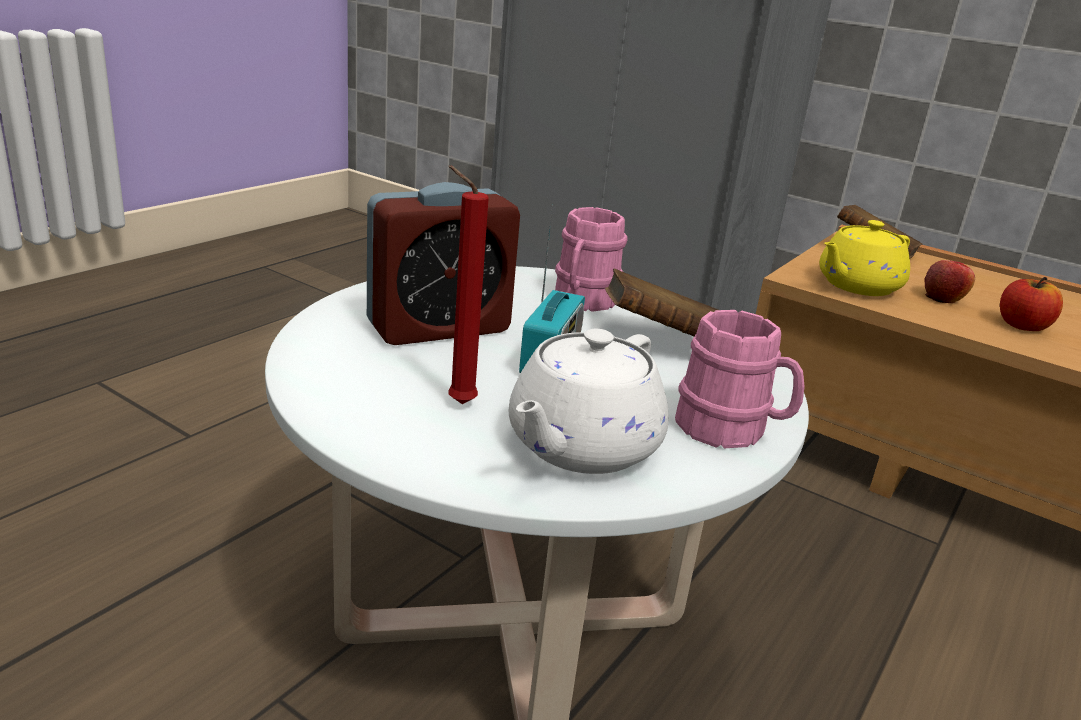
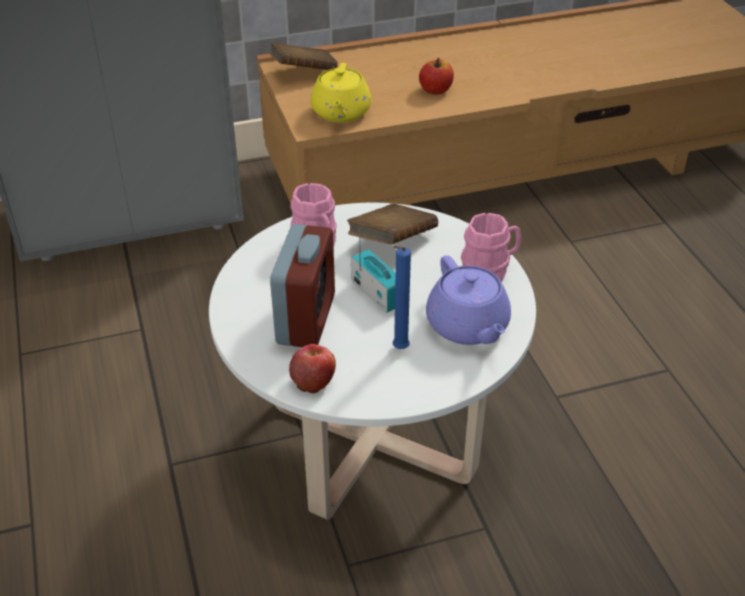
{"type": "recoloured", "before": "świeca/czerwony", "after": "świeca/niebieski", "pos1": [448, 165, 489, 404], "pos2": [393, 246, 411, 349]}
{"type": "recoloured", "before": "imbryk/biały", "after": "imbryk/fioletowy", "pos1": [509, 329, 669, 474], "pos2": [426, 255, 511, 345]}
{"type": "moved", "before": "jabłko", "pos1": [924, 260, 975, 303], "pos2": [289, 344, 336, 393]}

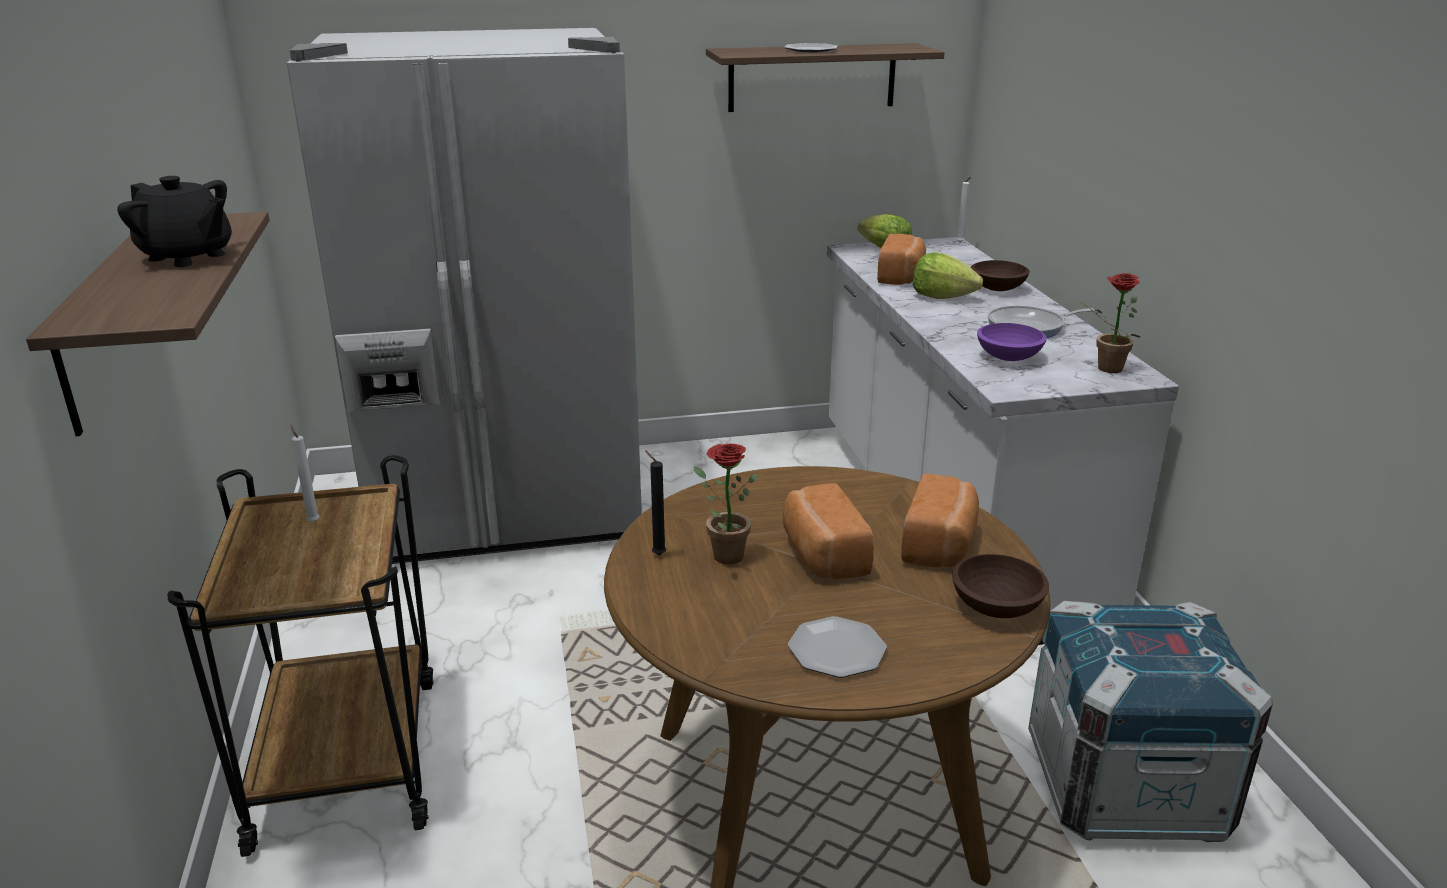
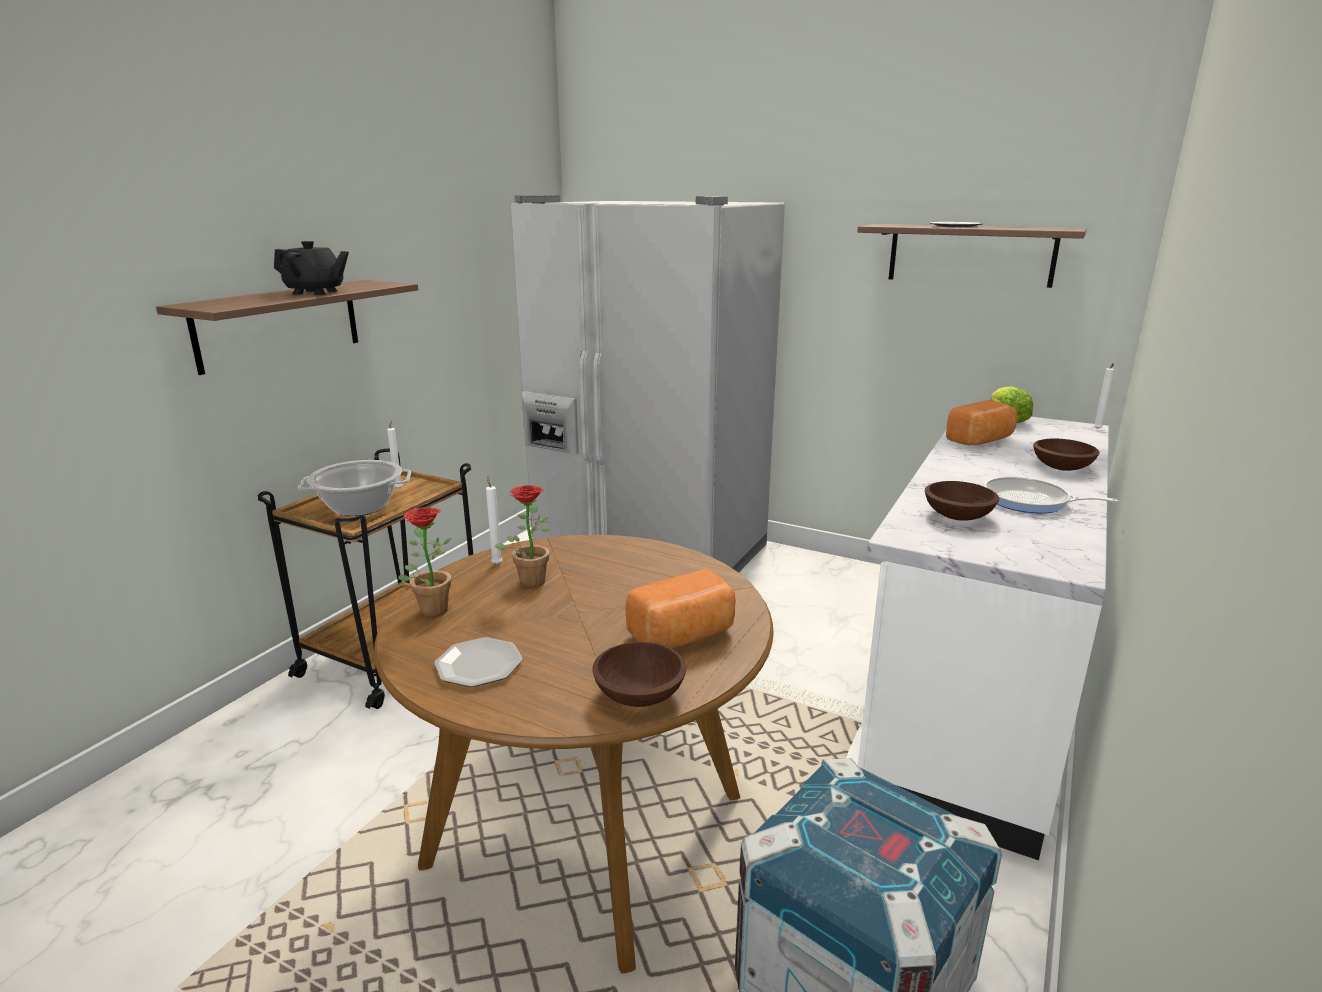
{"type": "turned", "before": "imbryk/czarny", "pos1": [118, 176, 232, 267], "pos2": [274, 241, 349, 295], "turn": -60}
{"type": "recoloured", "before": "świeca/czarny", "after": "świeca/biały", "pos1": [645, 450, 666, 555], "pos2": [486, 476, 503, 564]}
{"type": "removed", "before": "chleb", "pos1": [783, 483, 874, 579]}
{"type": "removed", "before": "sałata", "pos1": [913, 252, 983, 299]}
{"type": "recoloured", "before": "miska/fioletowy", "after": "miska/brązowy", "pos1": [977, 323, 1047, 361], "pos2": [925, 481, 999, 521]}
{"type": "moved", "before": "roślina doniczkowa", "pos1": [1079, 273, 1140, 373], "pos2": [398, 507, 451, 617]}
{"type": "added", "after": "garnek", "pos2": [298, 460, 411, 516]}

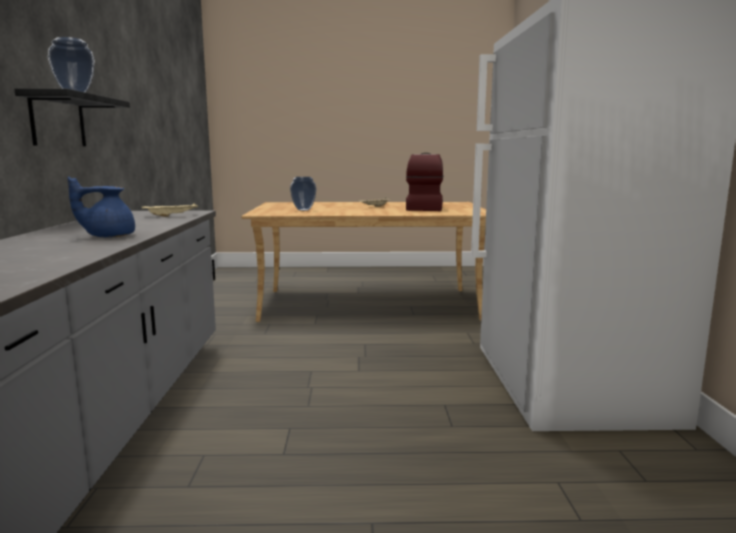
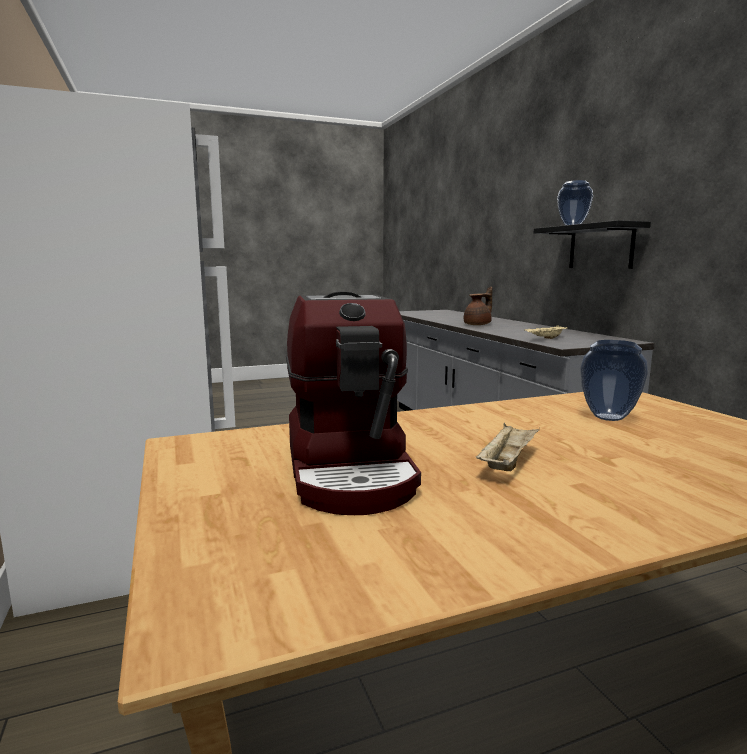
{"type": "recoloured", "before": "imbryk/niebieski", "after": "imbryk/brązowy", "pos1": [68, 176, 135, 238], "pos2": [464, 287, 492, 325]}

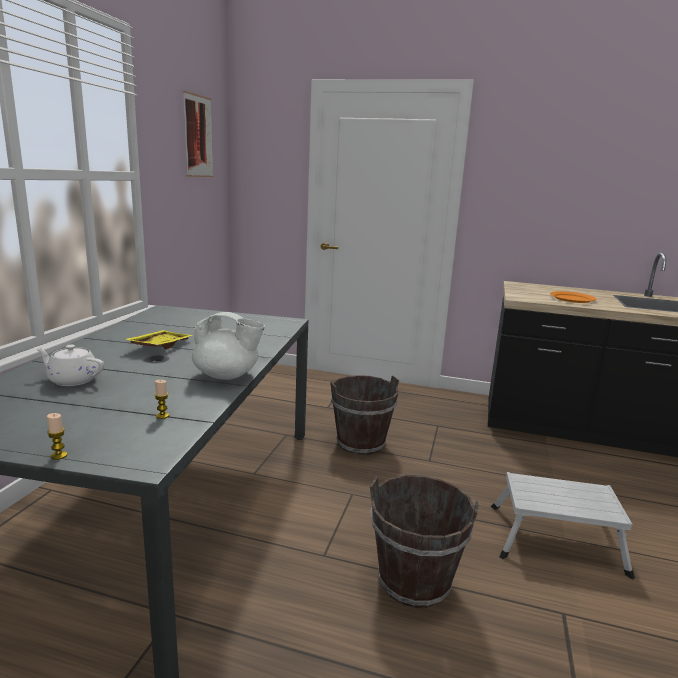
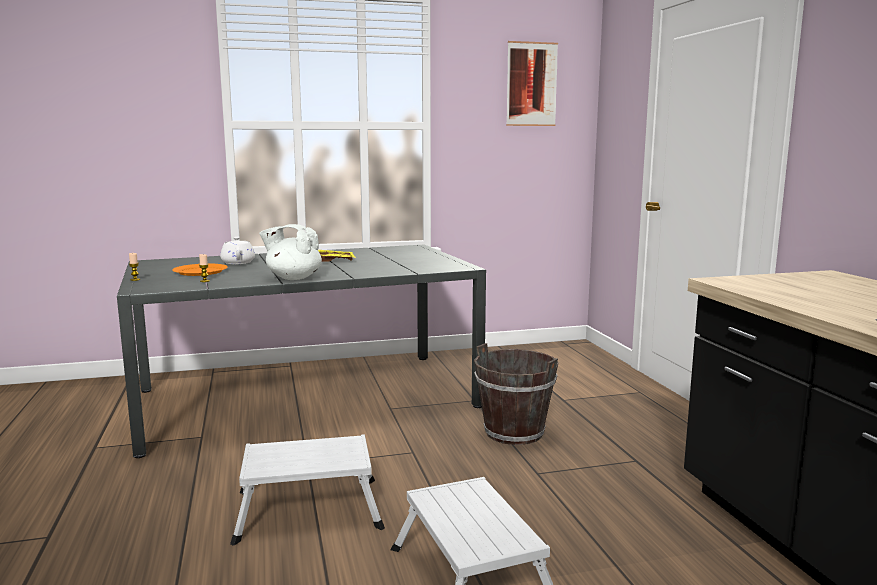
{"type": "turned", "before": "imbryk/biały", "pos1": [192, 312, 265, 380], "pos2": [259, 224, 322, 280], "turn": 120}
{"type": "replaced", "before": "wiadro/brązowy", "after": "drabinka/biały", "pos1": [370, 475, 480, 608], "pos2": [230, 434, 385, 546]}
{"type": "moved", "before": "talerz/pomarańczowy", "pos1": [550, 291, 597, 303], "pos2": [172, 264, 228, 276]}

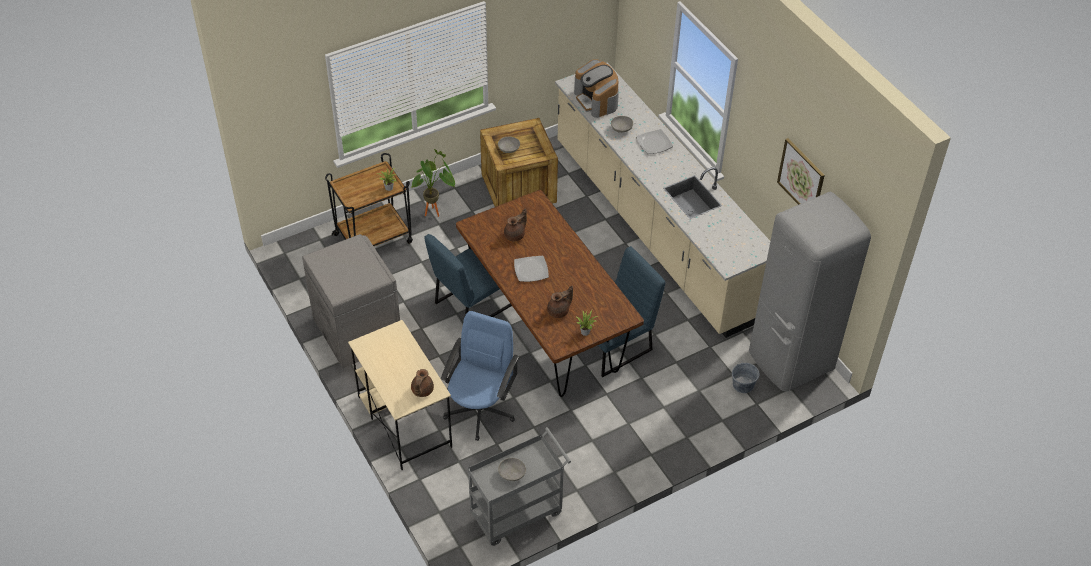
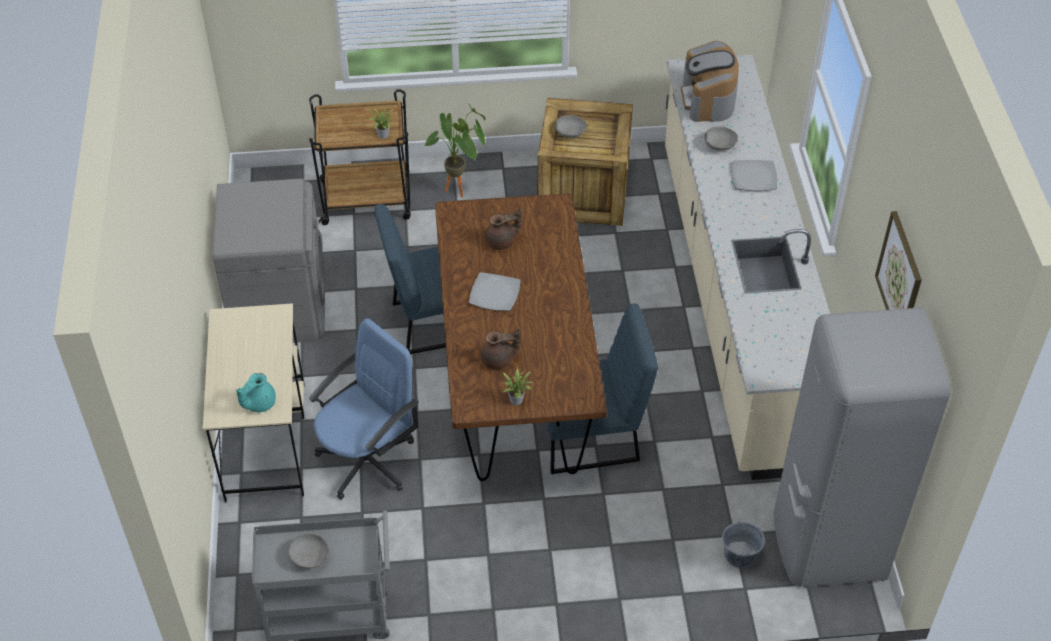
{"type": "recoloured", "before": "imbryk/brązowy", "after": "imbryk/turkusowy", "pos1": [411, 369, 434, 397], "pos2": [236, 373, 276, 412]}

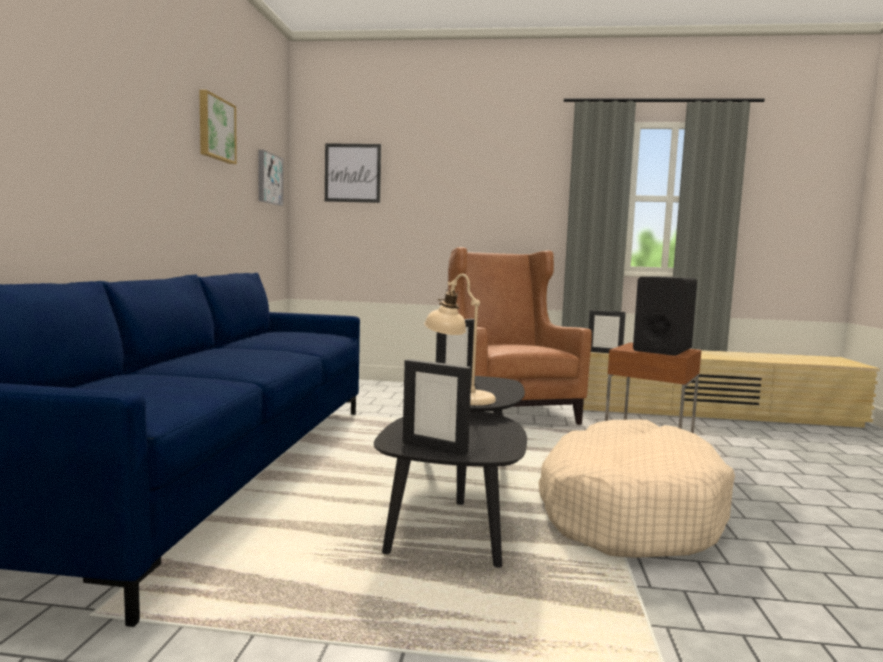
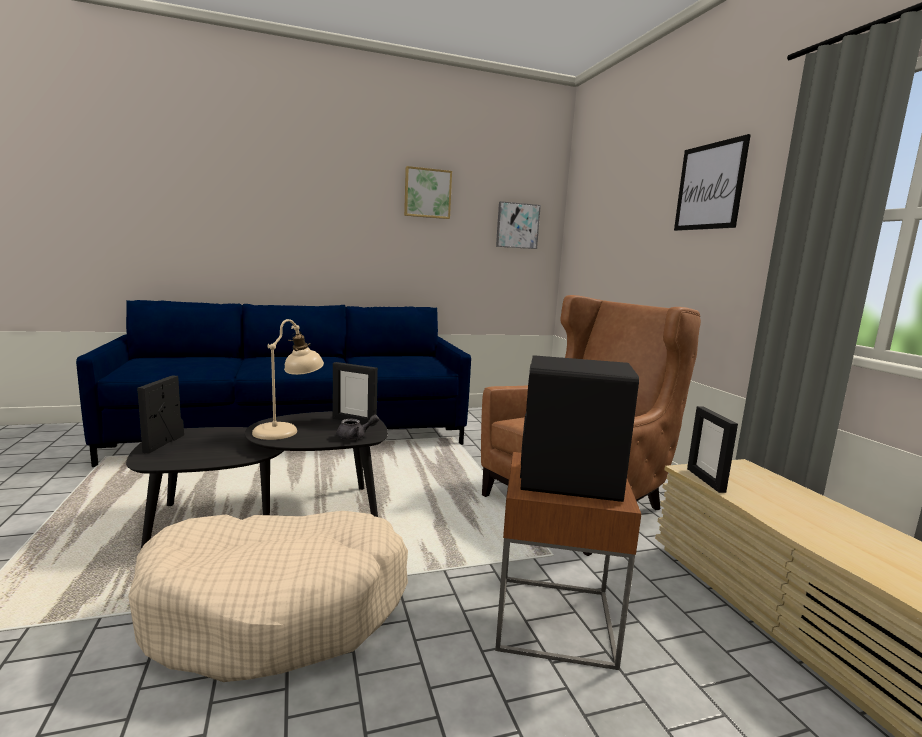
{"type": "moved", "before": "obraz", "pos1": [325, 143, 381, 203], "pos2": [674, 134, 751, 231]}
{"type": "added", "after": "imbryk/szary", "pos2": [336, 415, 379, 440]}

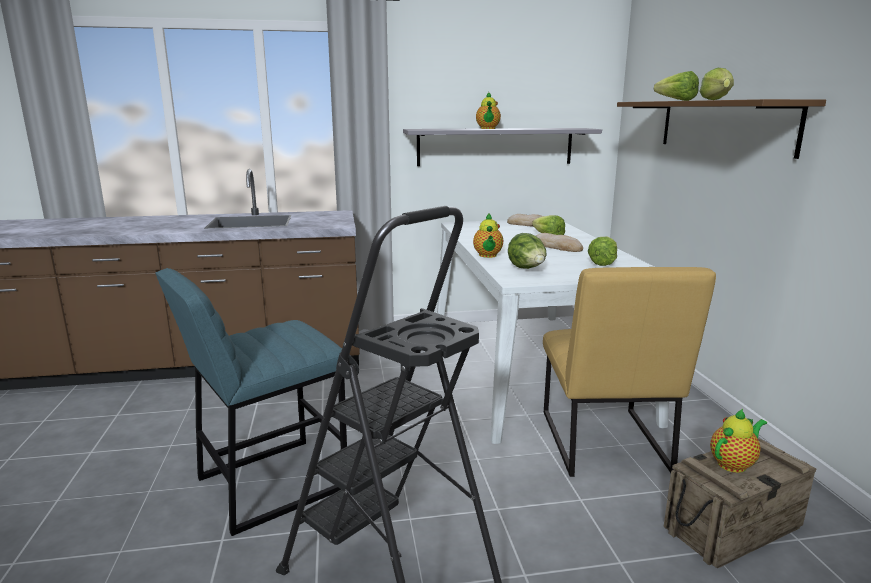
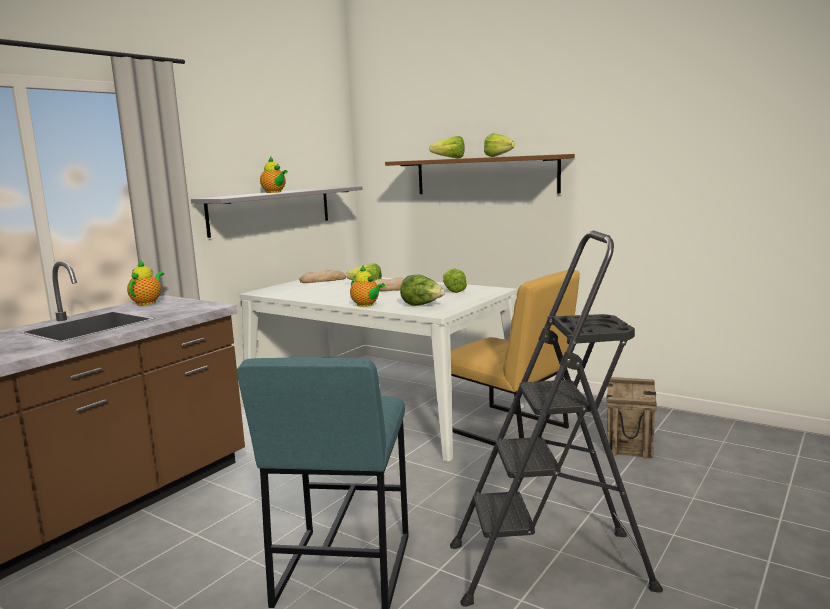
{"type": "moved", "before": "imbryk", "pos1": [710, 409, 767, 473], "pos2": [127, 260, 164, 305]}

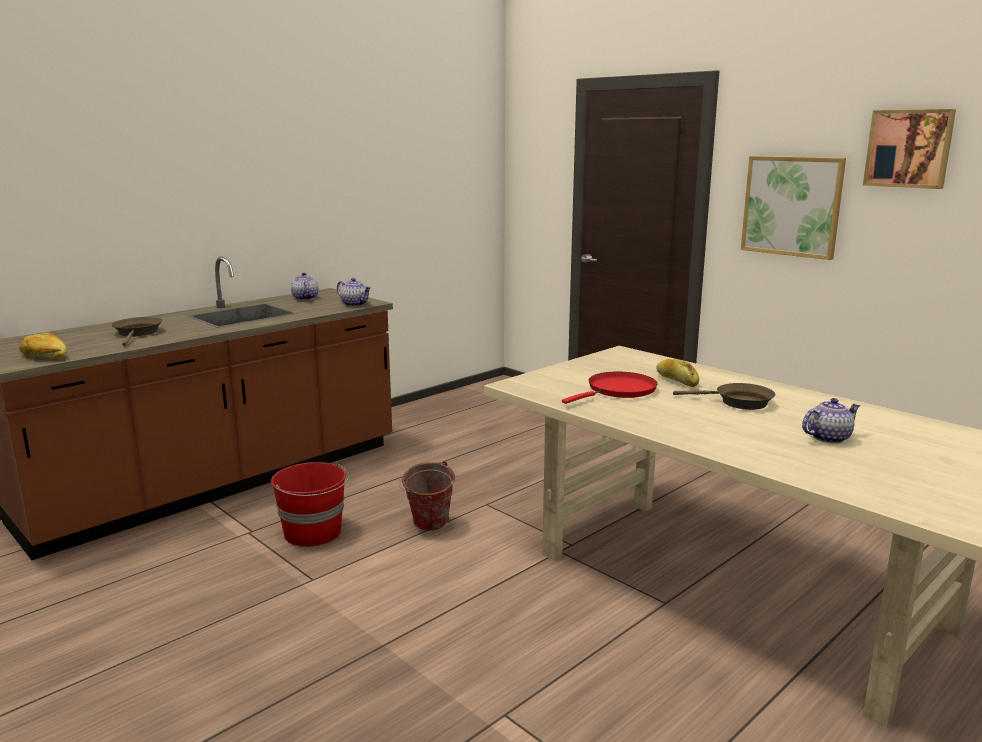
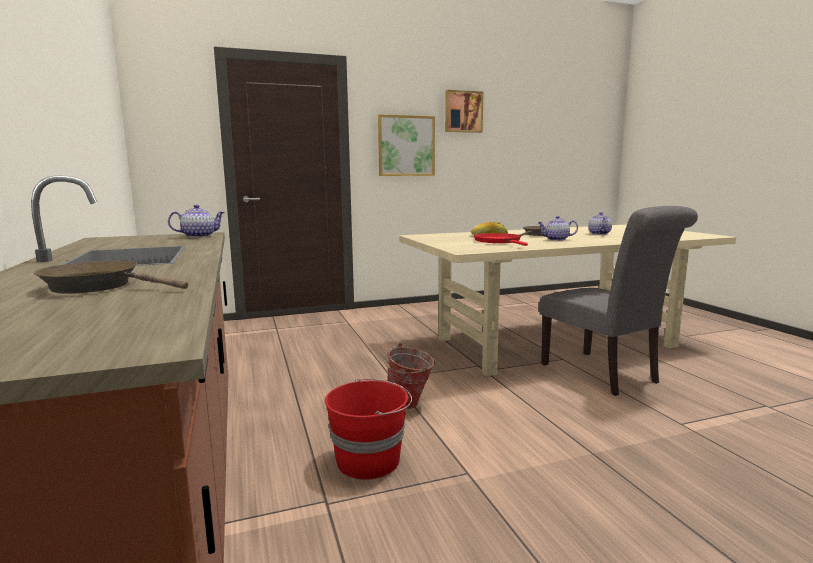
{"type": "removed", "before": "chleb", "pos1": [19, 332, 67, 359]}
{"type": "moved", "before": "imbryk", "pos1": [291, 273, 318, 300], "pos2": [537, 216, 578, 241]}
{"type": "added", "after": "krzesło/szary", "pos2": [539, 206, 698, 396]}

